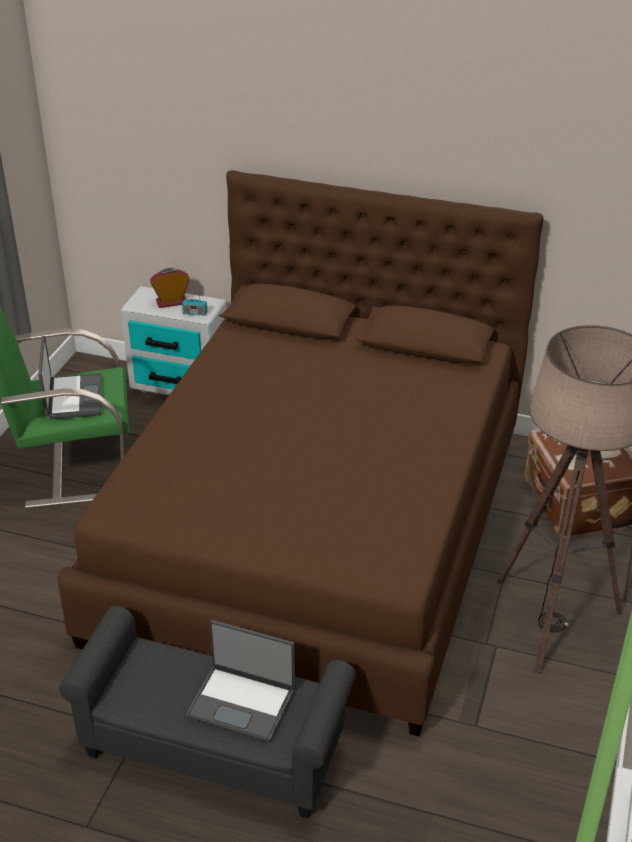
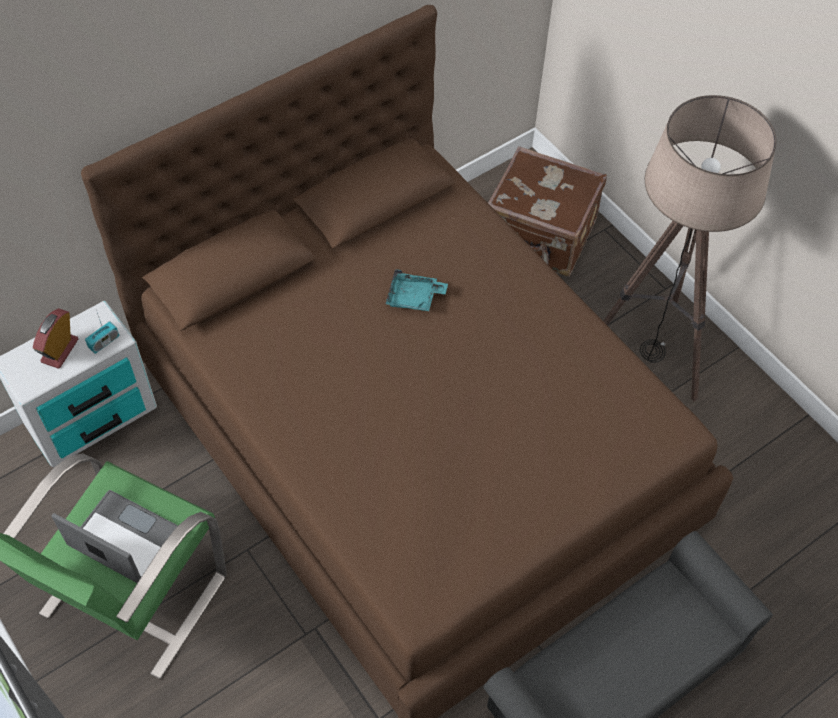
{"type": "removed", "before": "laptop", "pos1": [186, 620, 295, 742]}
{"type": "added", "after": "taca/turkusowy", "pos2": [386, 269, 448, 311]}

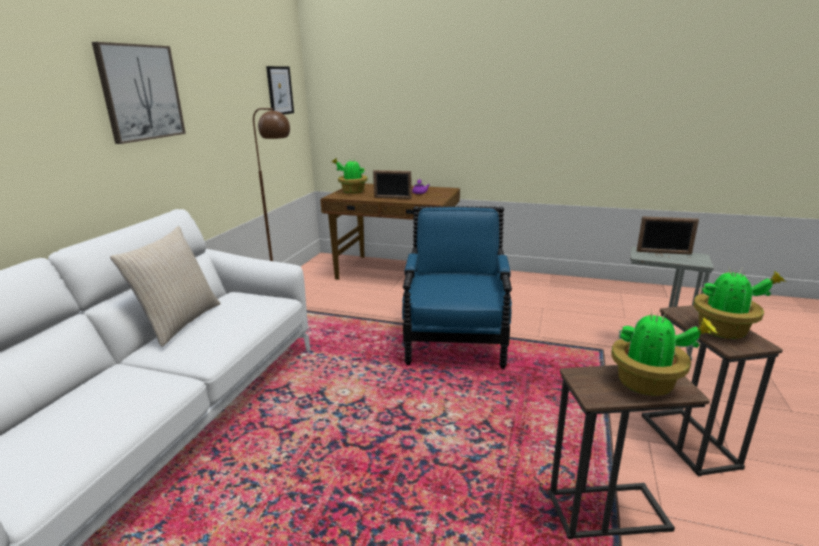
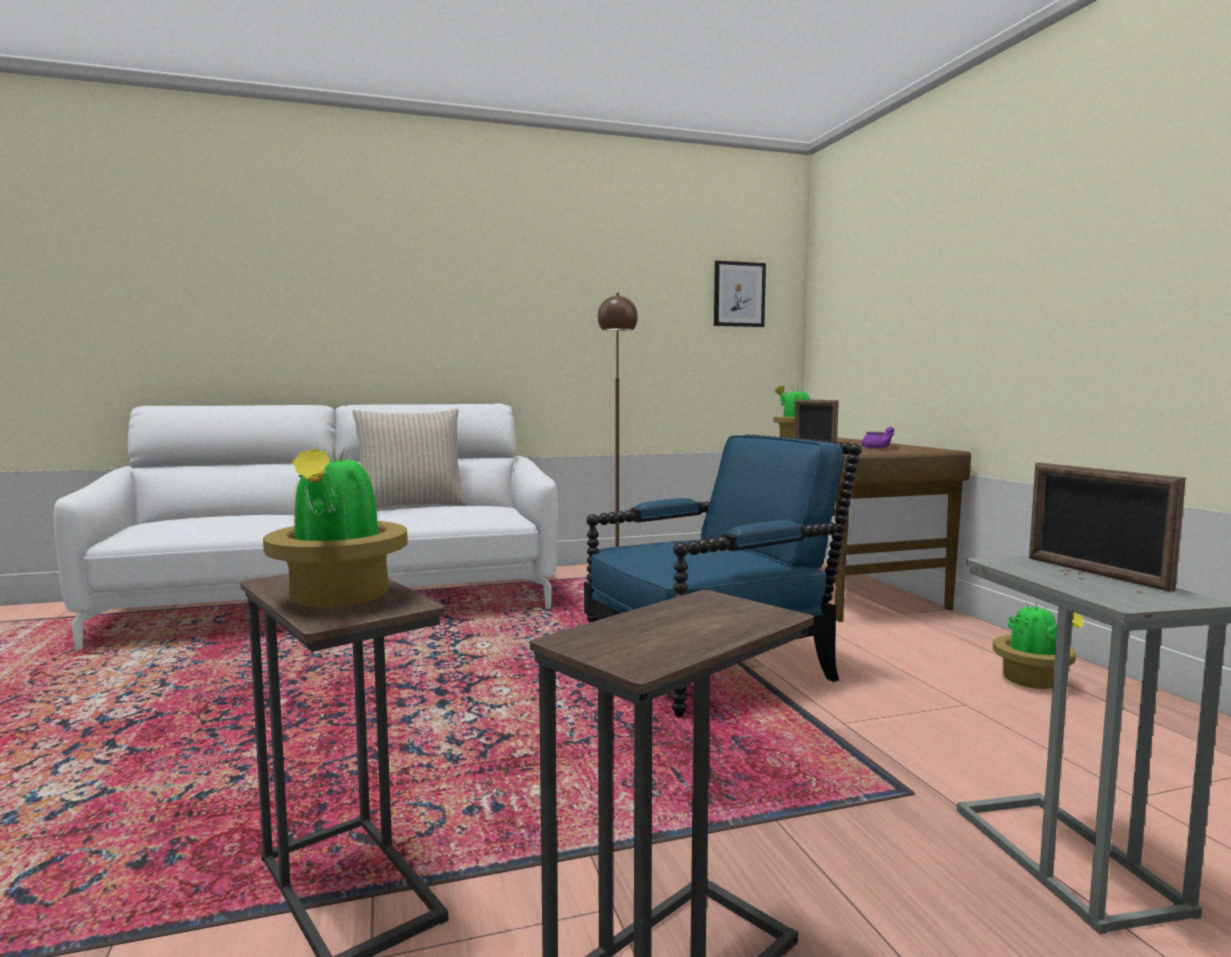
{"type": "removed", "before": "obraz", "pos1": [92, 42, 186, 144]}
{"type": "moved", "before": "roślina doniczkowa", "pos1": [693, 268, 786, 339], "pos2": [993, 601, 1085, 689]}

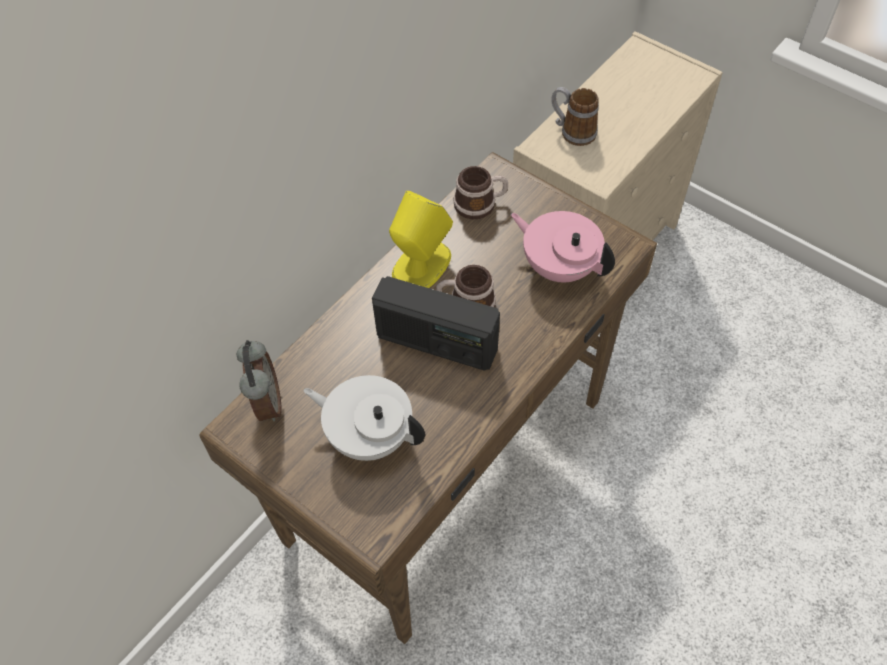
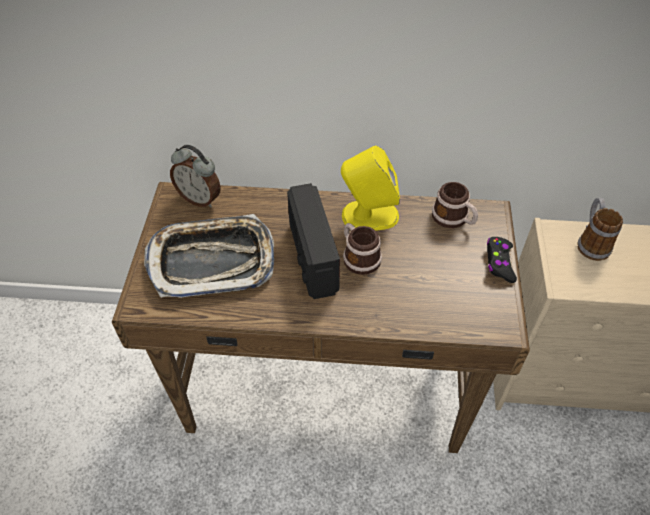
{"type": "turned", "before": "budzik", "pos1": [237, 340, 282, 421], "pos2": [170, 145, 221, 208], "turn": 75}
{"type": "replaced", "before": "imbryk/biały", "after": "taca", "pos1": [304, 375, 425, 461], "pos2": [144, 214, 274, 298]}
{"type": "removed", "before": "imbryk/różowy", "pos1": [511, 211, 615, 282]}
{"type": "added", "after": "pad do gier/czarny", "pos2": [487, 237, 517, 283]}

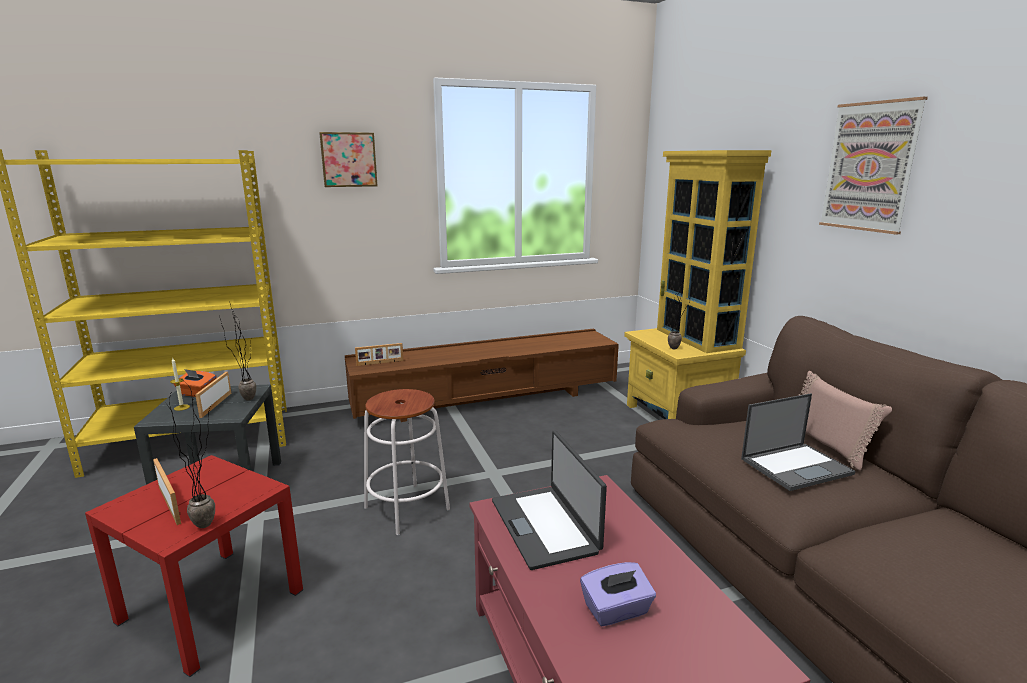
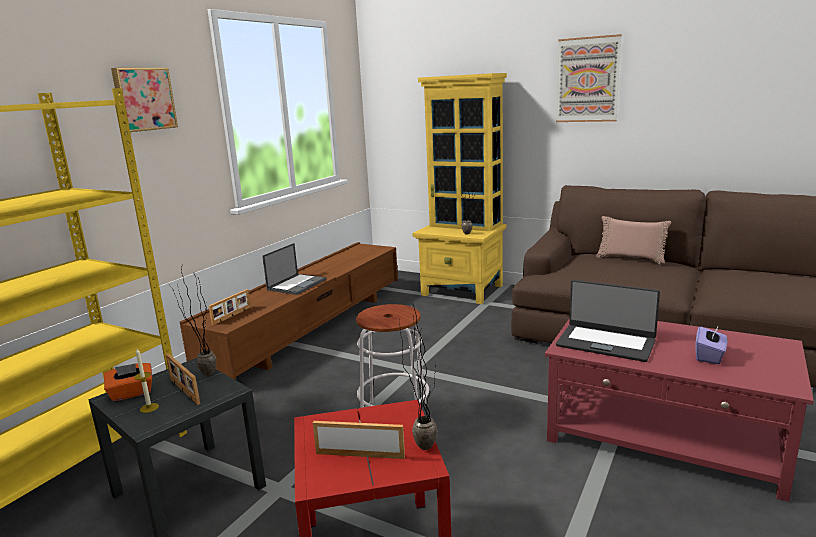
{"type": "moved", "before": "laptop", "pos1": [741, 393, 855, 491], "pos2": [262, 243, 327, 295]}

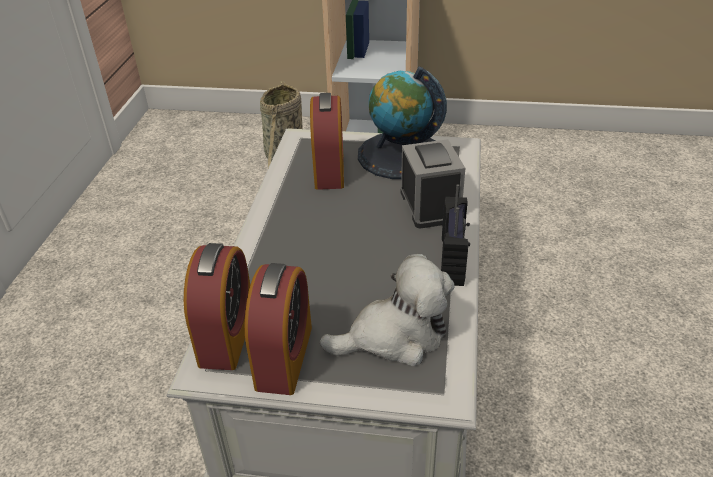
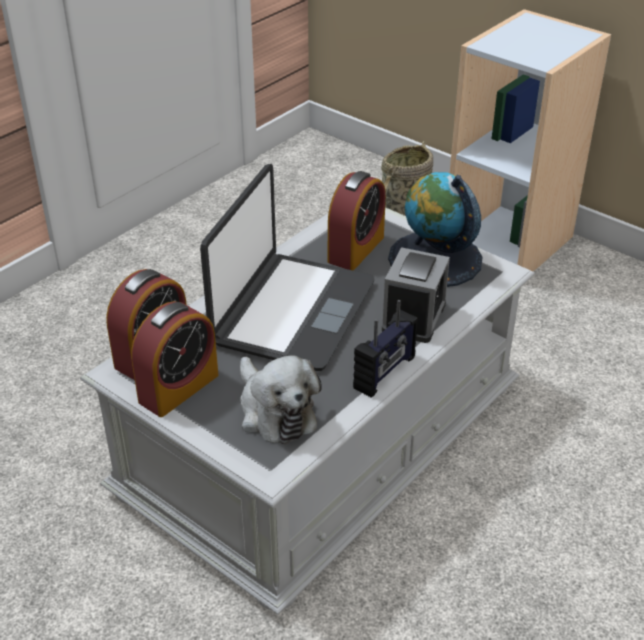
{"type": "turned", "before": "pluszak", "pos1": [320, 254, 455, 366], "pos2": [240, 356, 322, 444], "turn": 45}
{"type": "added", "after": "laptop", "pos2": [200, 164, 375, 371]}

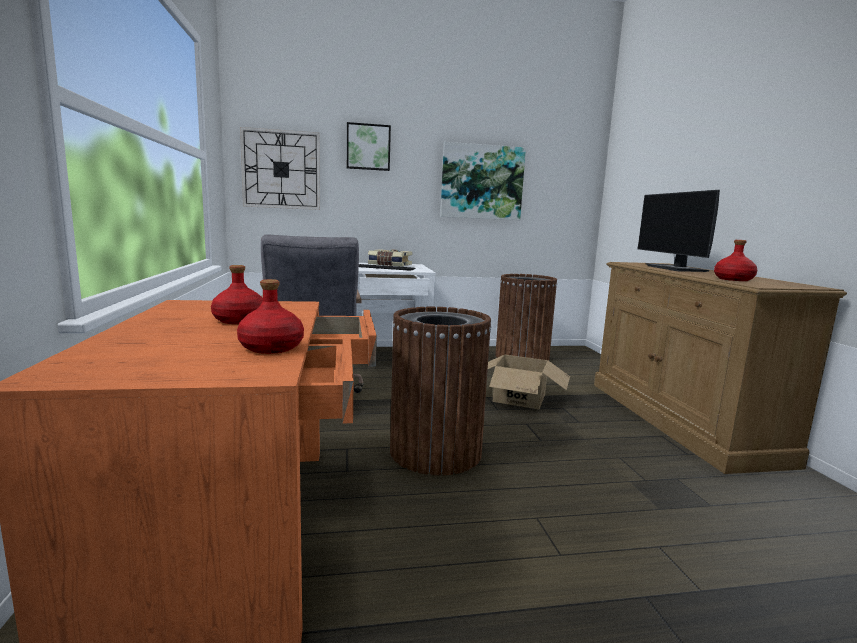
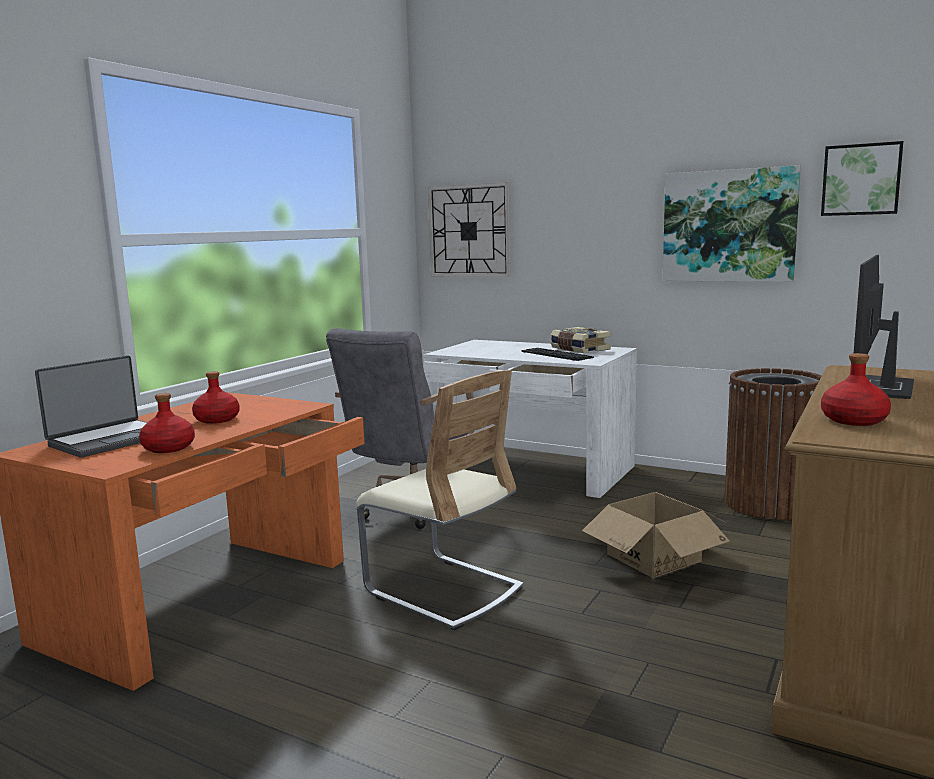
{"type": "moved", "before": "obraz", "pos1": [347, 122, 391, 171], "pos2": [821, 141, 903, 216]}
{"type": "replaced", "before": "kosz na śmieci/brązowy", "after": "krzesło/beżowy", "pos1": [390, 307, 491, 476], "pos2": [356, 370, 524, 630]}
{"type": "added", "after": "laptop", "pos2": [35, 355, 147, 458]}

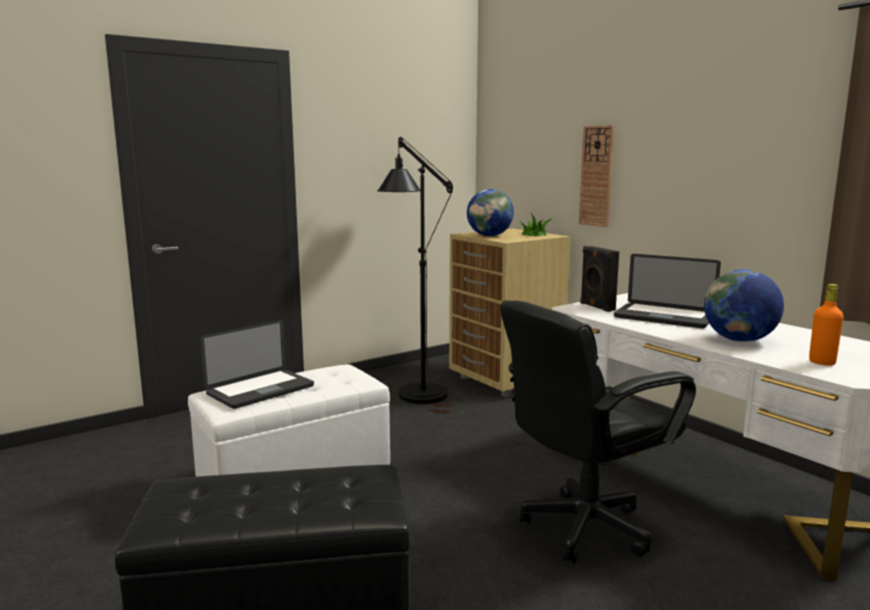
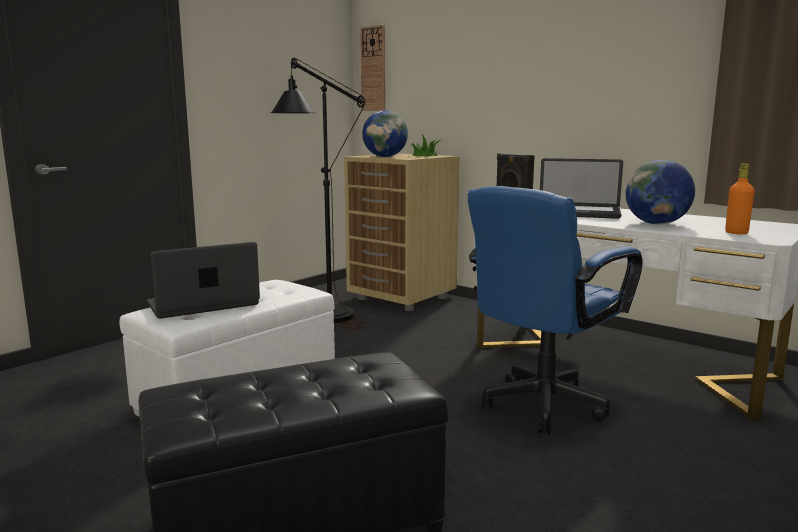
{"type": "turned", "before": "laptop", "pos1": [200, 320, 314, 409], "pos2": [147, 242, 260, 319], "turn": -150}
{"type": "recoloured", "before": "krzesło biurowe/czarny", "after": "krzesło biurowe/niebieski", "pos1": [500, 300, 696, 564], "pos2": [468, 186, 643, 434]}
{"type": "moved", "before": "zegar ścienny", "pos1": [579, 125, 614, 227], "pos2": [360, 25, 385, 111]}

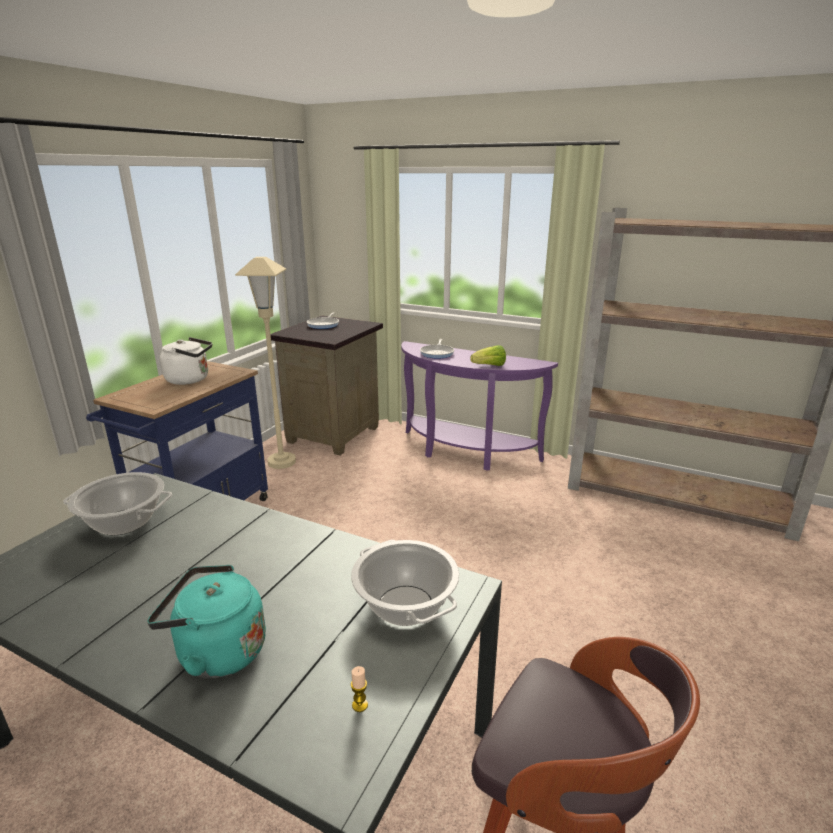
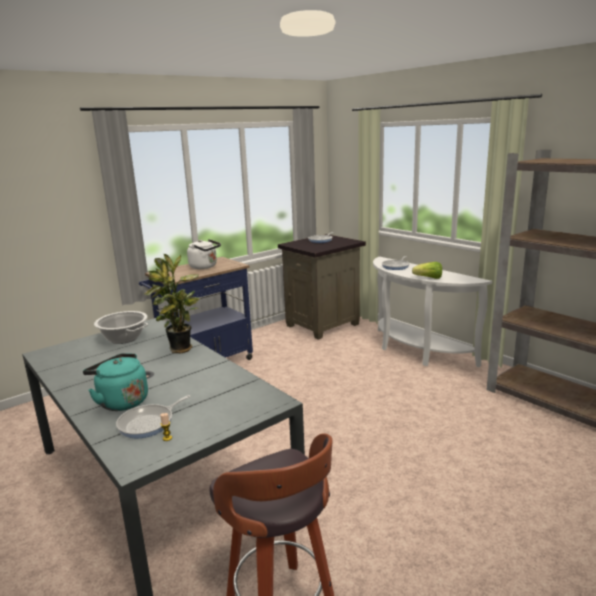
{"type": "removed", "before": "lampa stojąca/beżowy", "pos1": [235, 257, 296, 469]}
{"type": "removed", "before": "garnek", "pos1": [351, 540, 459, 626]}
{"type": "recoloured", "before": "stolik konsolowy/fioletowy", "after": "stolik konsolowy/biały", "pos1": [401, 341, 558, 471], "pos2": [373, 257, 492, 367]}
{"type": "added", "after": "patelnia", "pos2": [116, 395, 191, 438]}
{"type": "added", "after": "roślina doniczkowa", "pos2": [144, 254, 200, 353]}

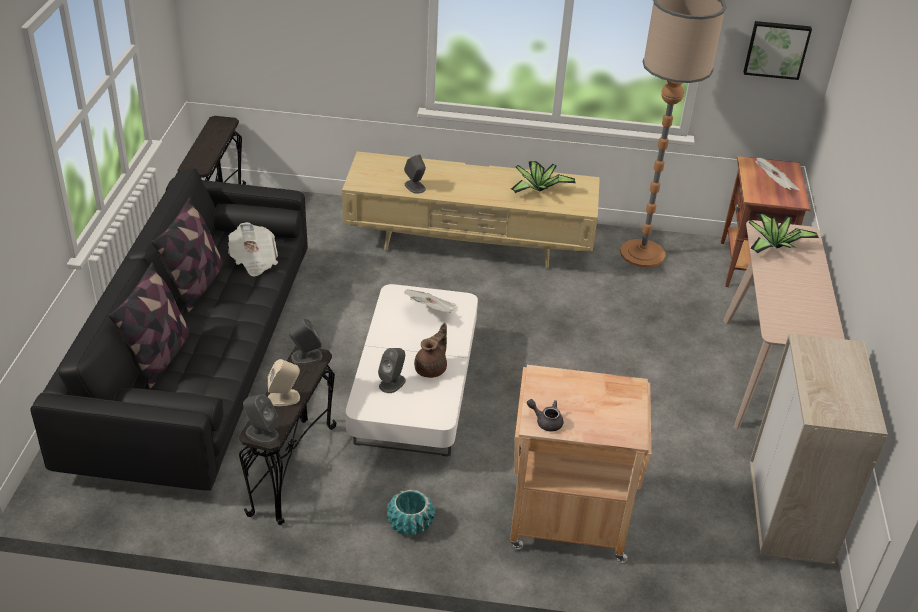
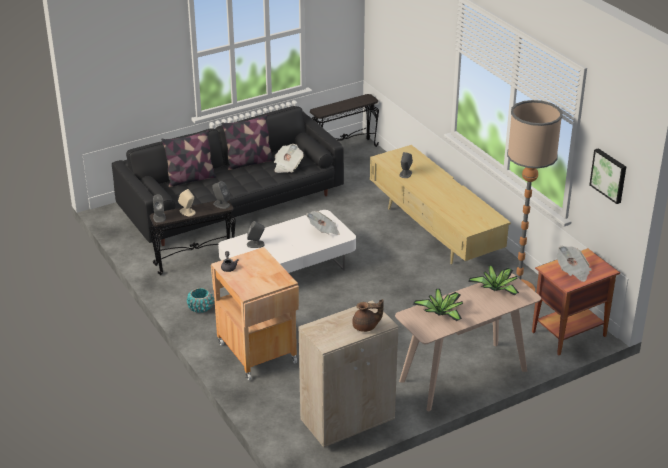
{"type": "moved", "before": "imbryk/brązowy", "pos1": [414, 323, 447, 378], "pos2": [352, 299, 384, 332]}
{"type": "moved", "before": "roślina doniczkowa", "pos1": [511, 161, 575, 193], "pos2": [413, 289, 463, 321]}

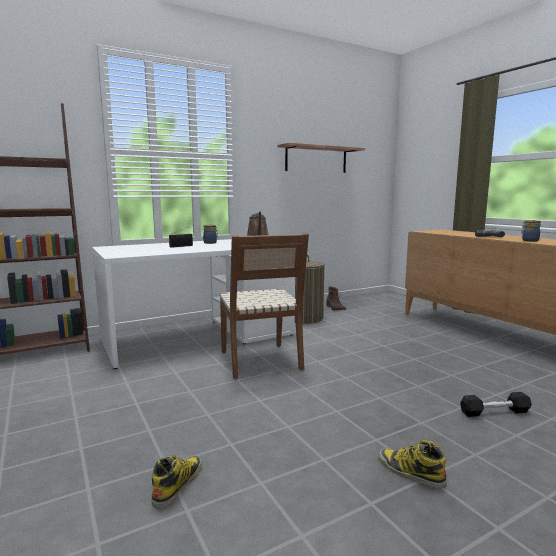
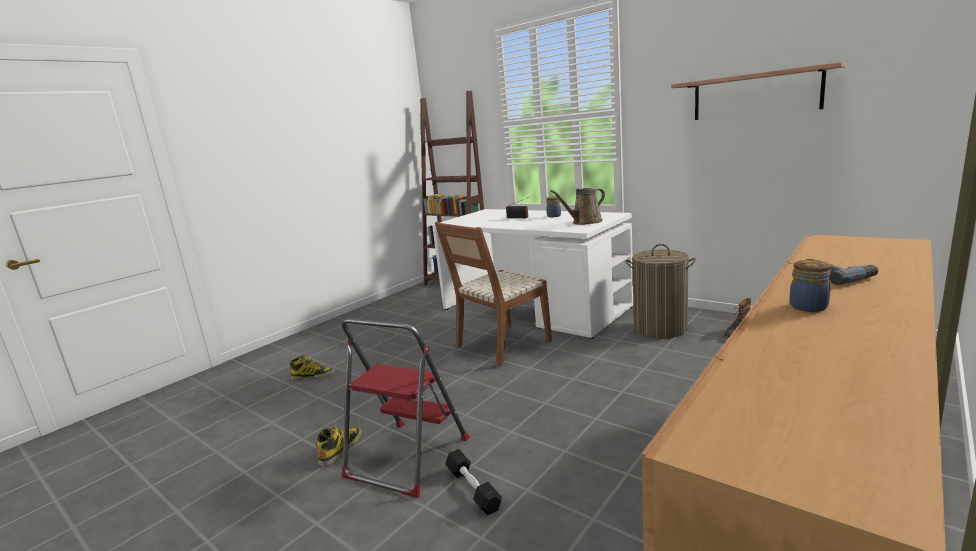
{"type": "added", "after": "drabinka/czerwony", "pos2": [342, 318, 470, 498]}

